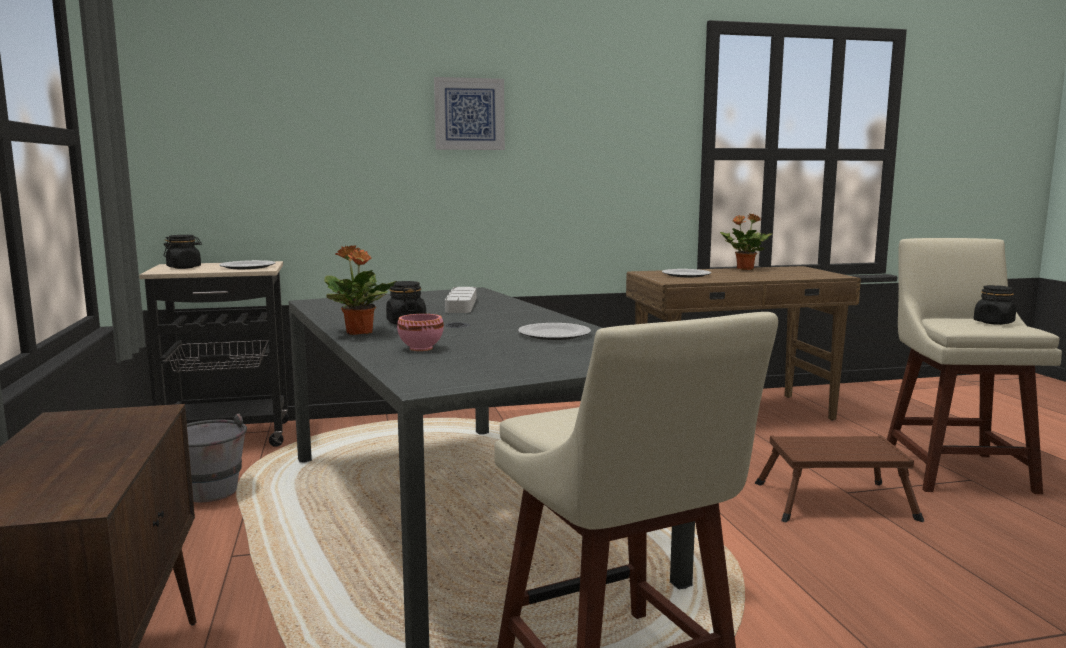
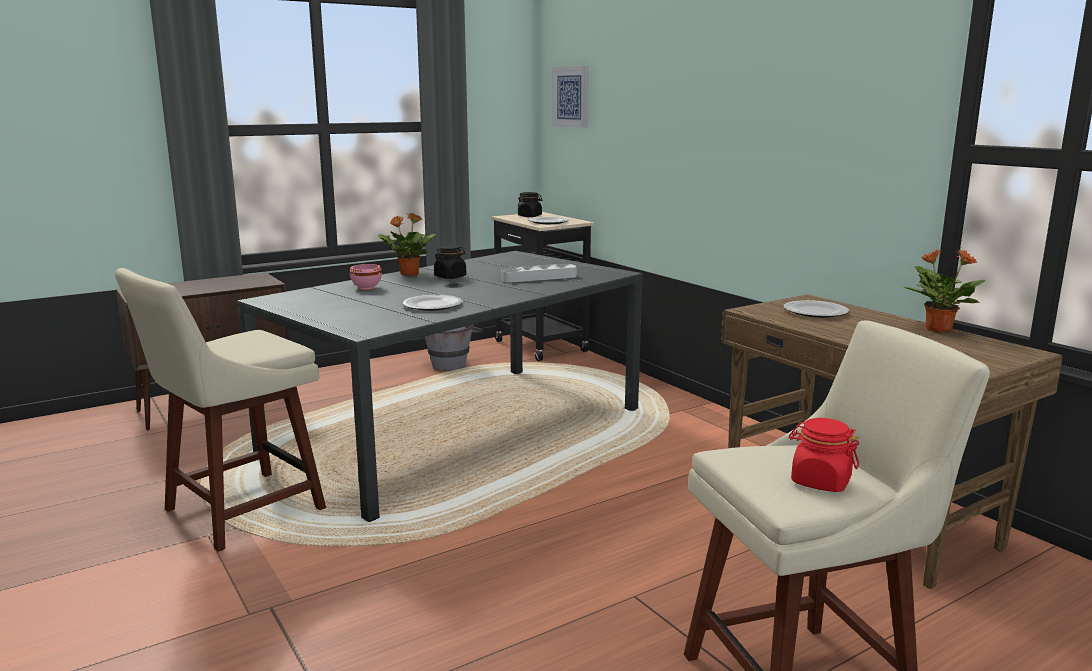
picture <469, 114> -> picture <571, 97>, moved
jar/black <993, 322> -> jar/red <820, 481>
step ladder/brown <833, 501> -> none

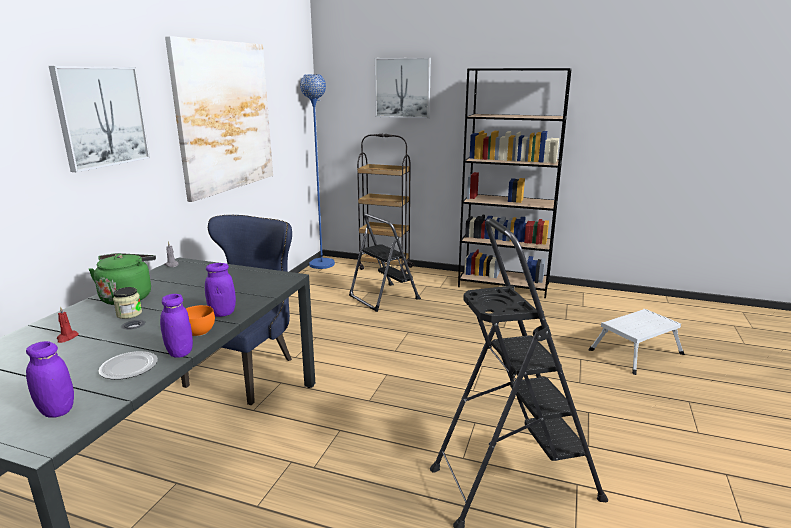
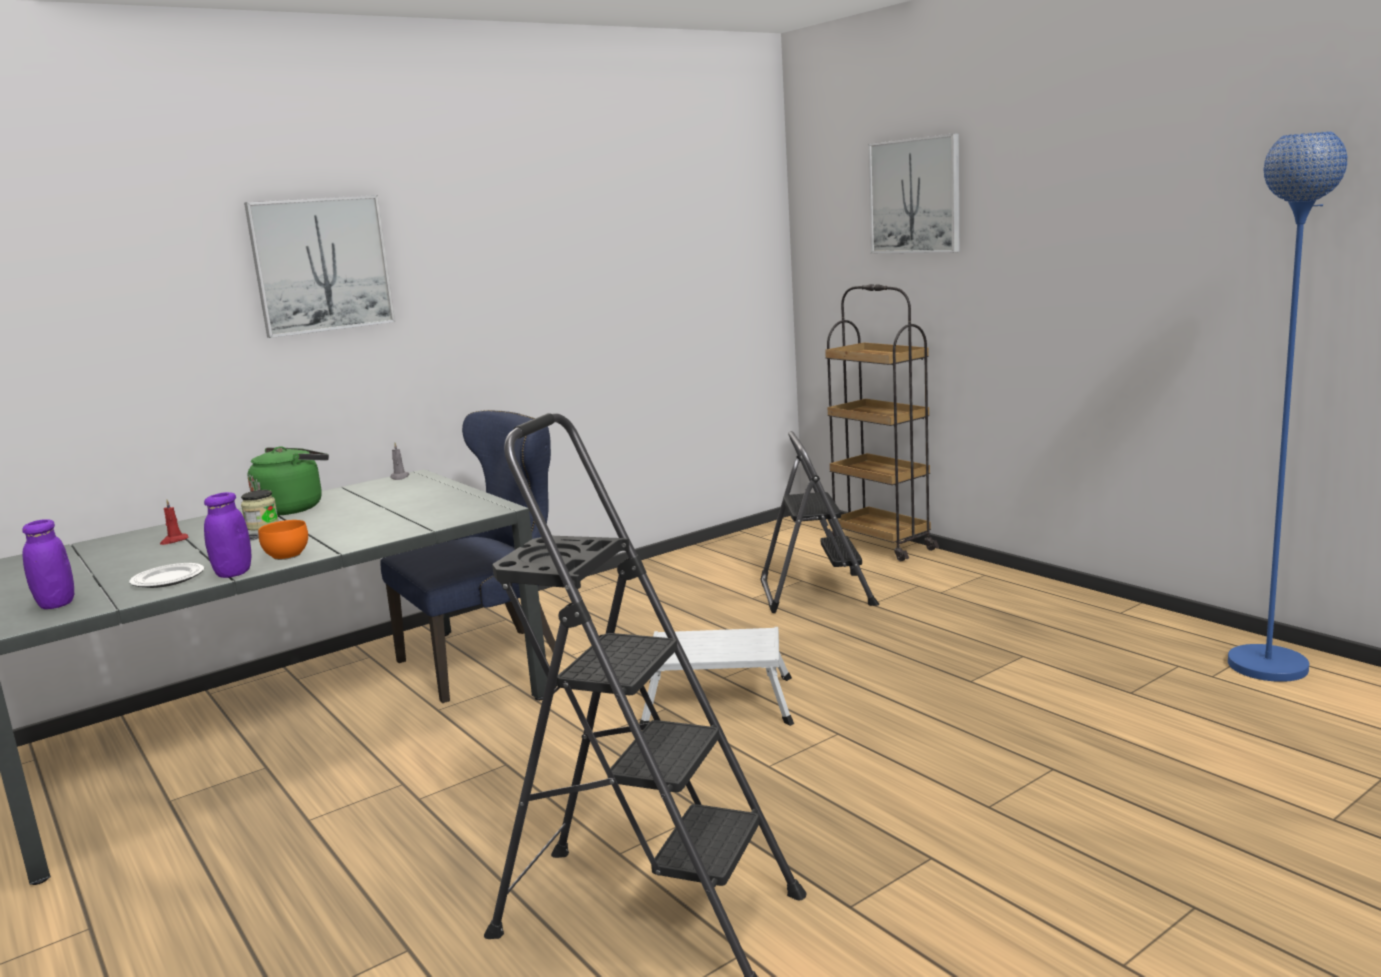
step ladder/white <636, 352> -> step ladder/white <719, 702>, moved
floor lamp/blue <322, 264> -> floor lamp/blue <1267, 666>, moved
picture <225, 117> -> none
jar/purple <222, 313> -> none
bookcase/beige <504, 285> -> none

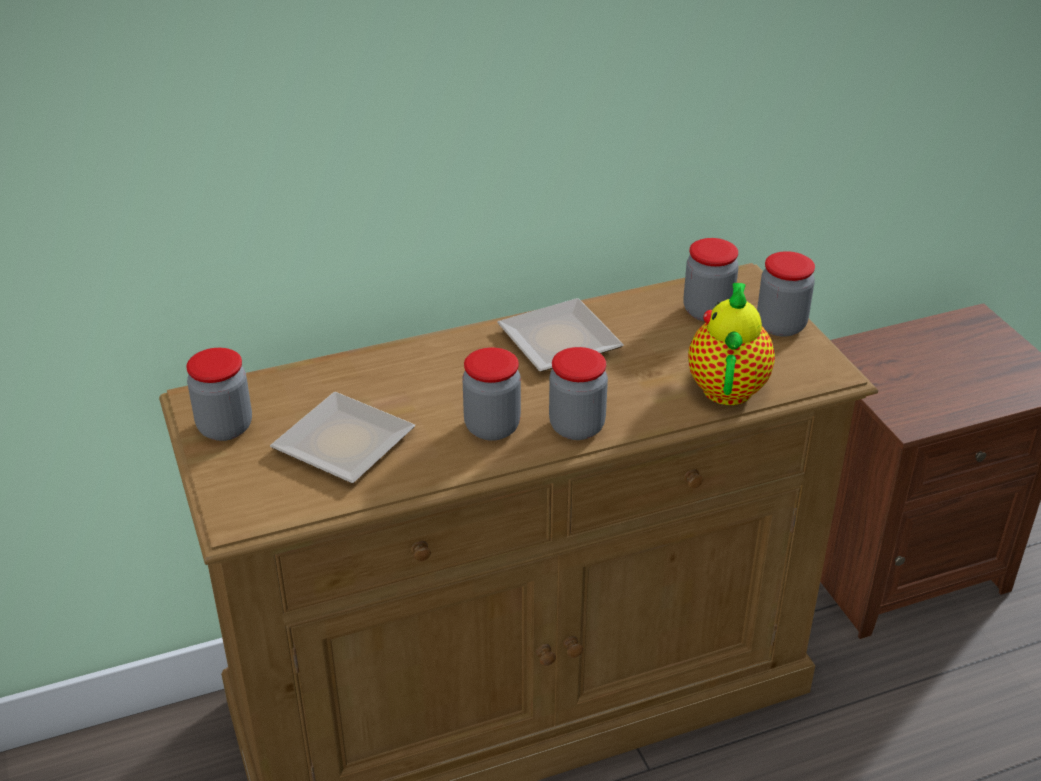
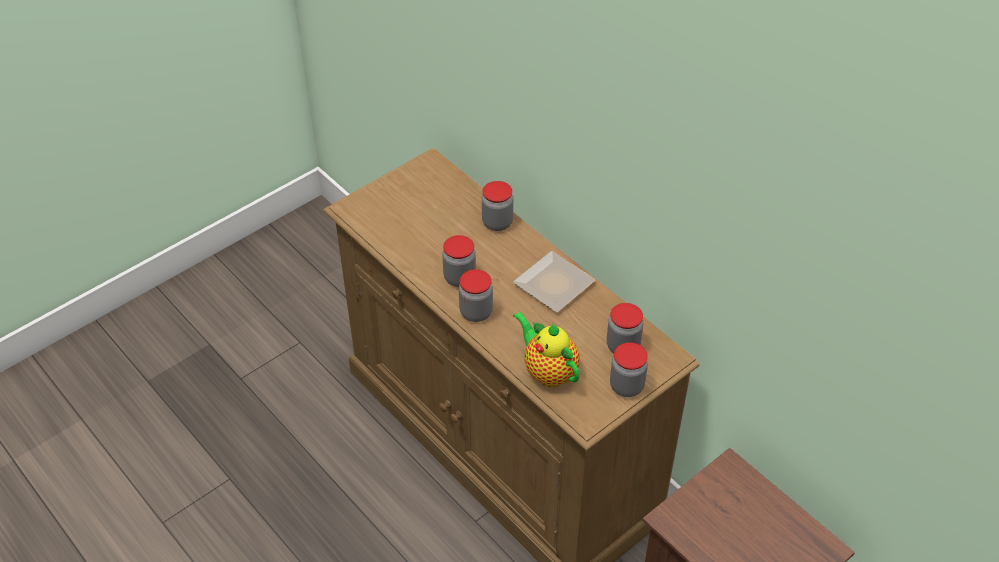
jar <225, 427> -> jar <497, 223>, moved
teapot <727, 385> -> teapot <548, 371>, 120 degrees counterclockwise
plate <343, 440> -> none

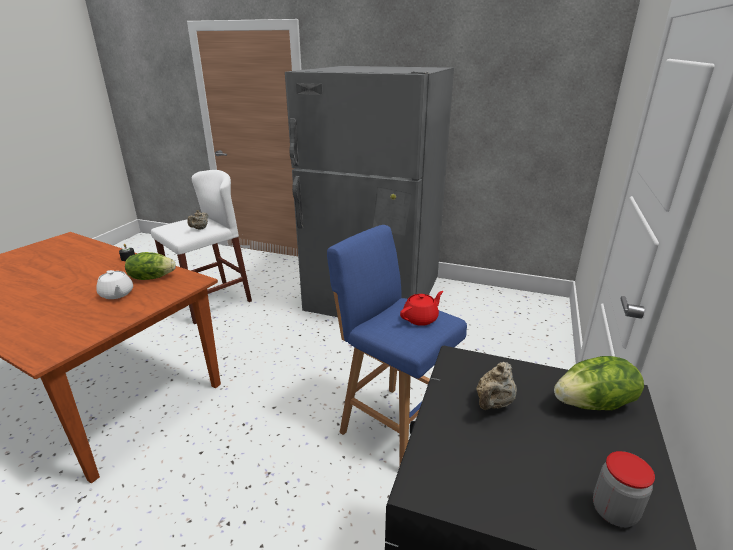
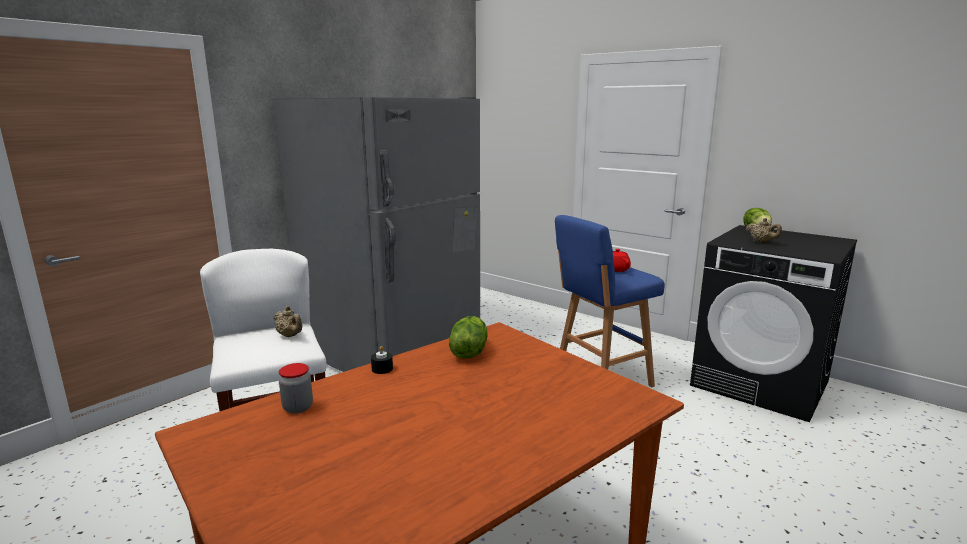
jar <614, 511> -> jar <298, 407>, moved
teapot/white <117, 294> -> none

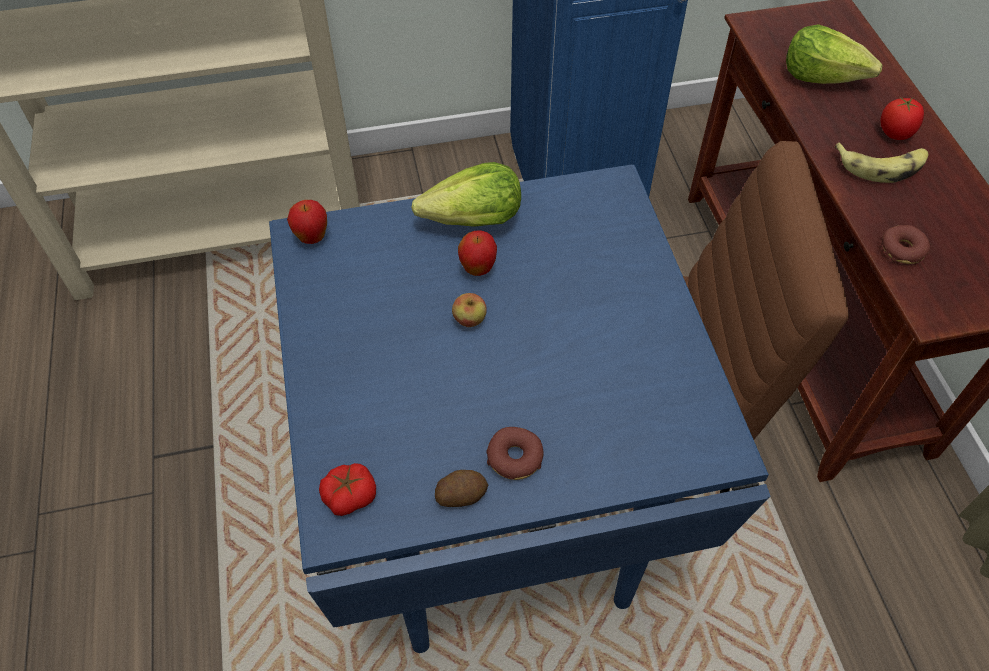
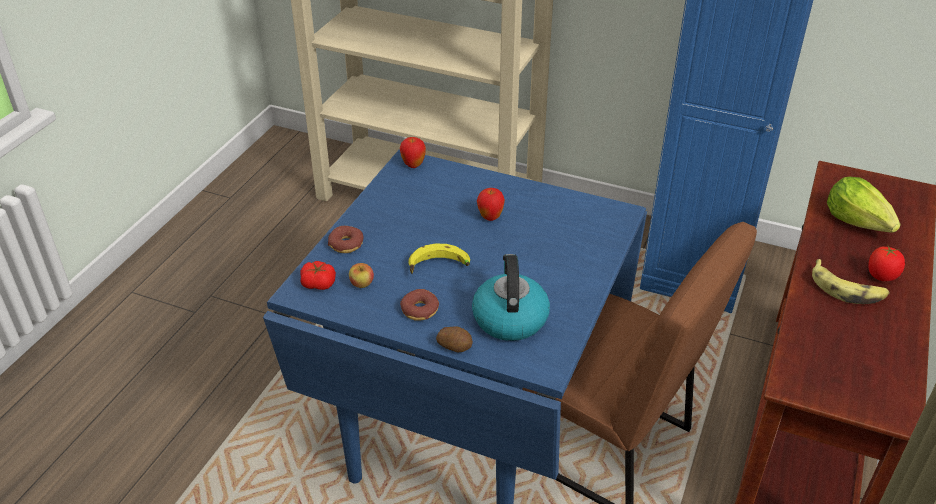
donut <902, 249> -> donut <346, 244>, moved
apple <470, 319> -> apple <362, 284>, moved
none -> banana <439, 267>
potato <461, 494> -> potato <455, 346>, moved
none -> kettle <509, 318>
lettuce <473, 220> -> none

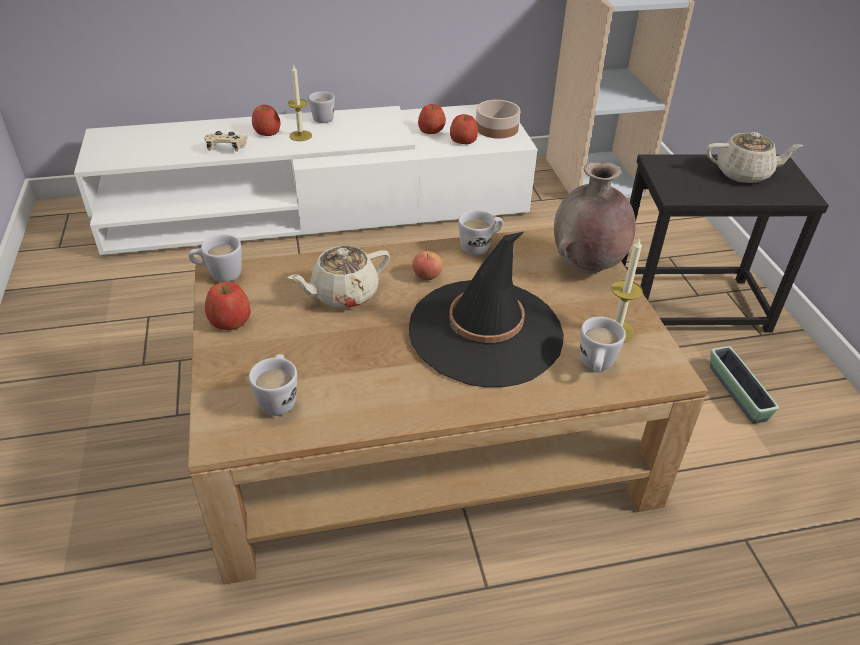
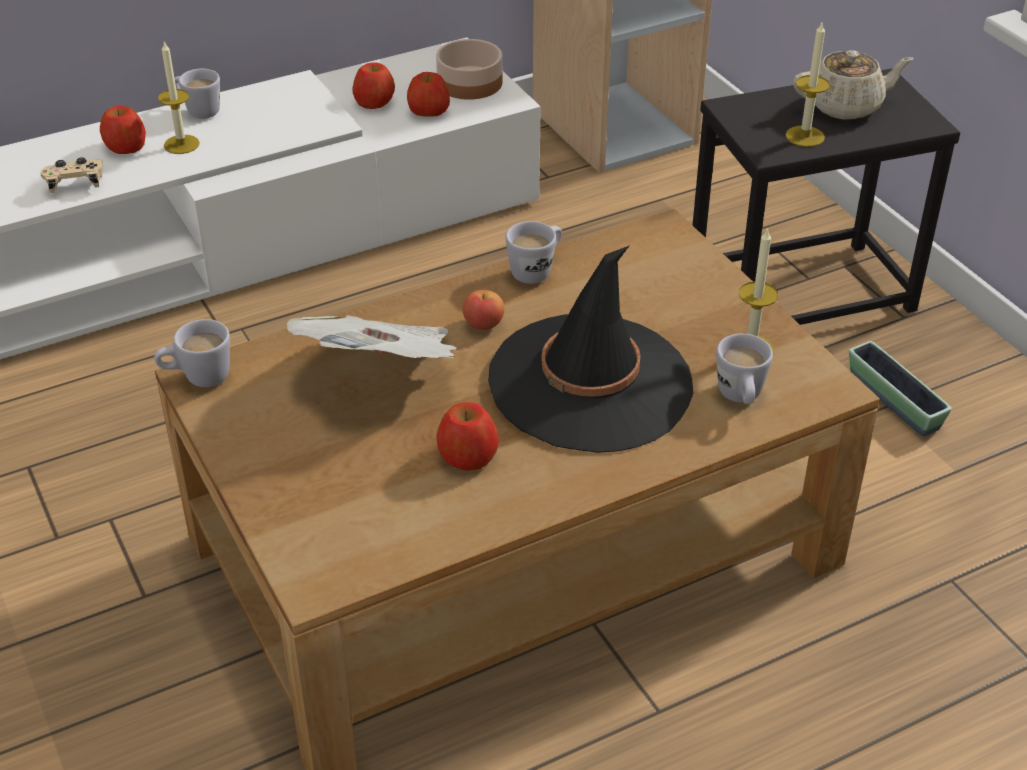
teapot/beige <343, 294> -> newspaper <383, 370>
apple <230, 320> -> apple <468, 455>, moved
none -> candle <805, 136>
mug/white <279, 398> -> none
vase/brown <586, 266> -> none

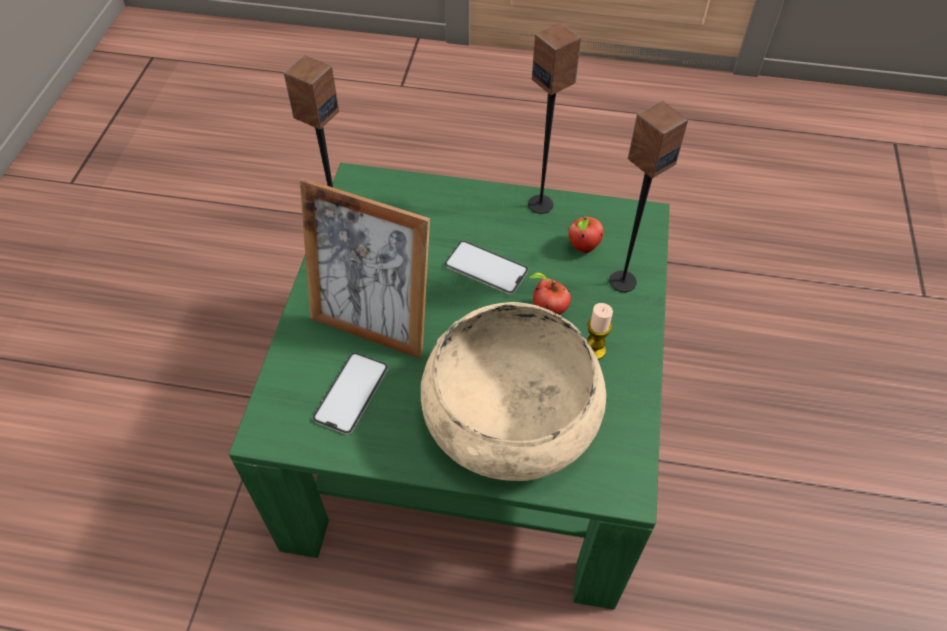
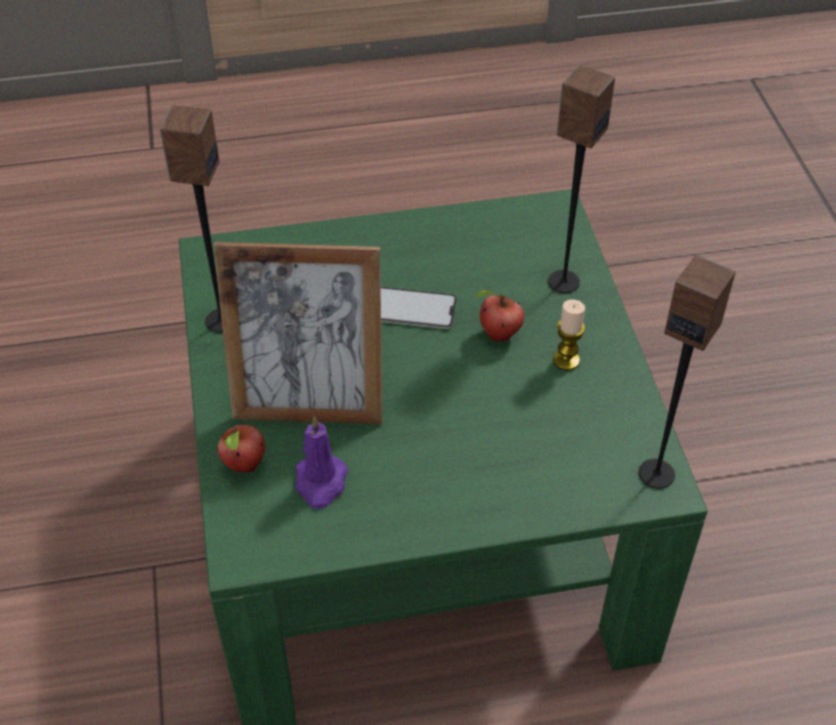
apple <583, 248> -> apple <245, 466>, moved
phone <351, 393> -> candle/purple <320, 483>
speaker <541, 204> -> speaker <657, 473>, moved
bowl/beige <510, 414> -> none

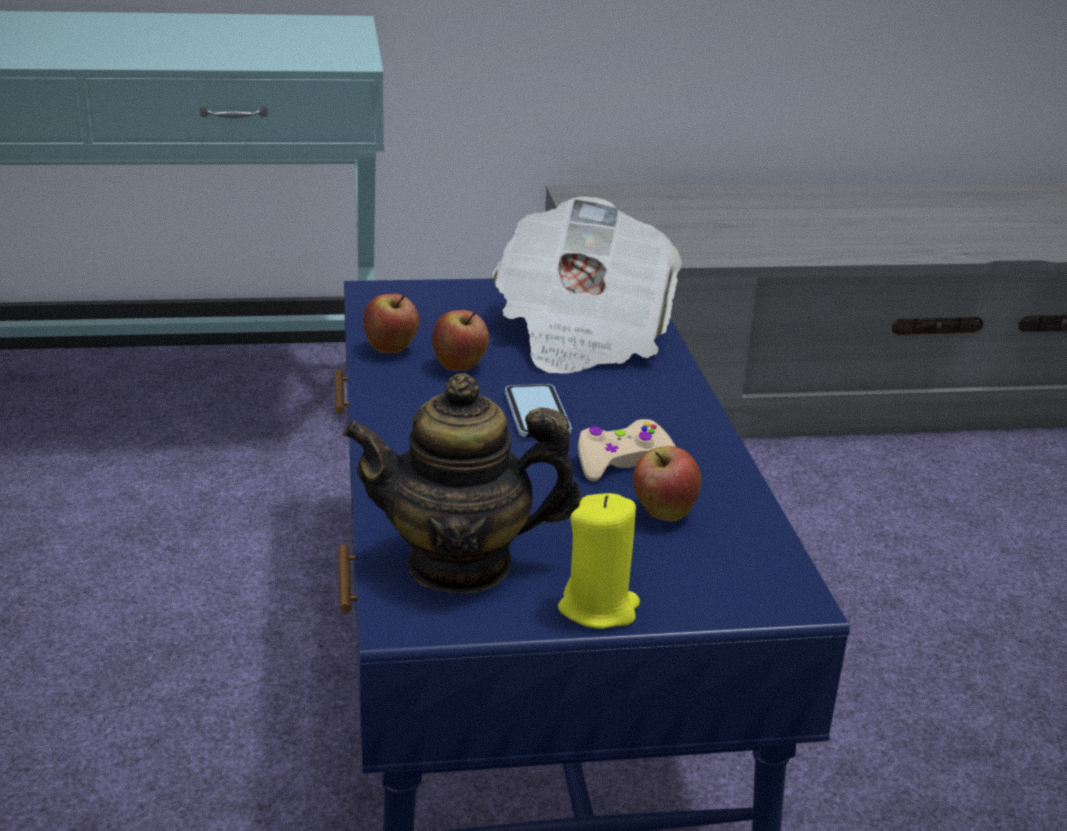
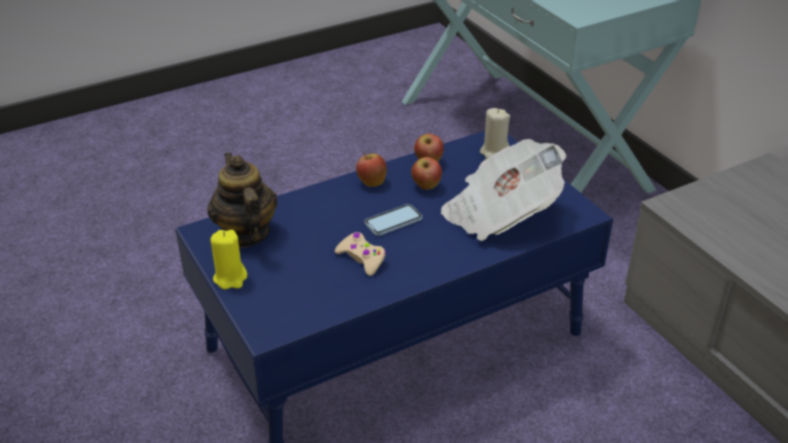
apple <663, 514> -> apple <371, 182>, moved
none -> candle/beige <494, 152>

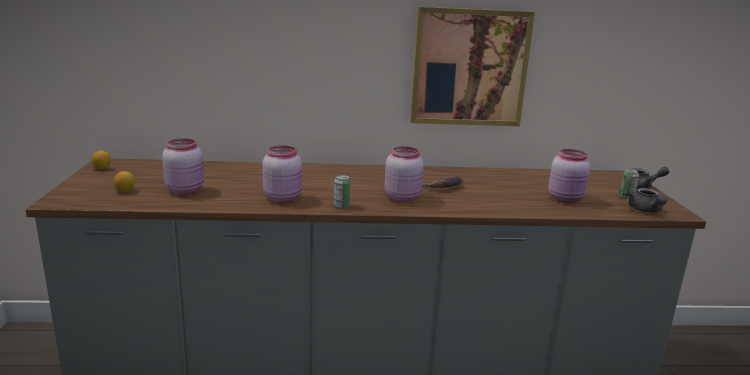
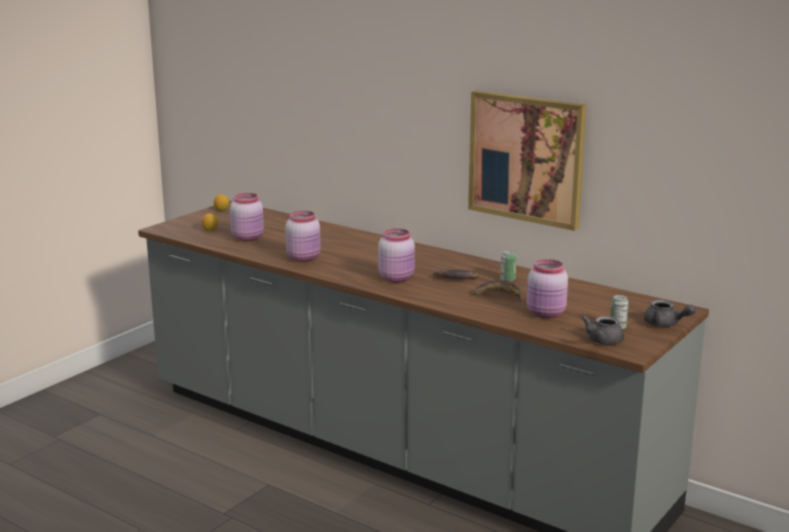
none -> banana <498, 295>
can <341, 206> -> can <507, 279>, moved

